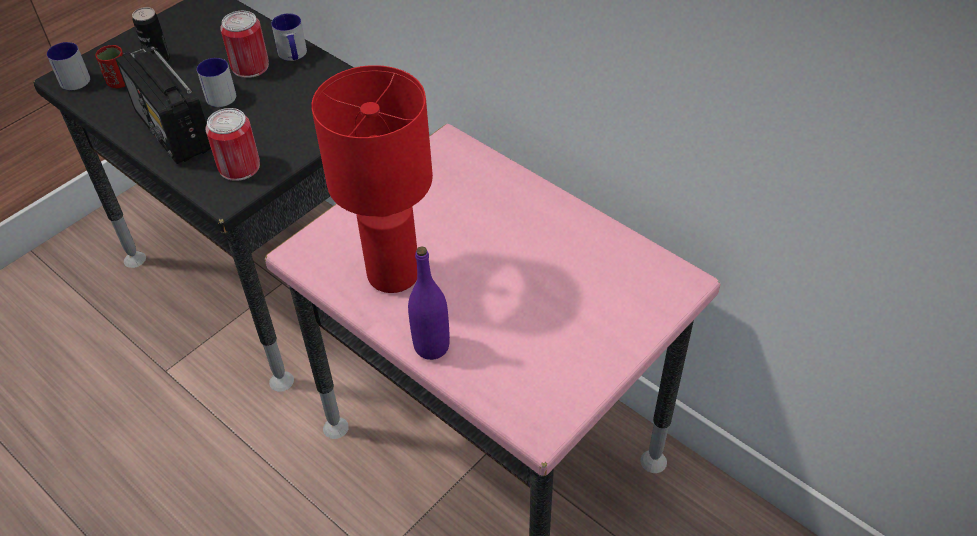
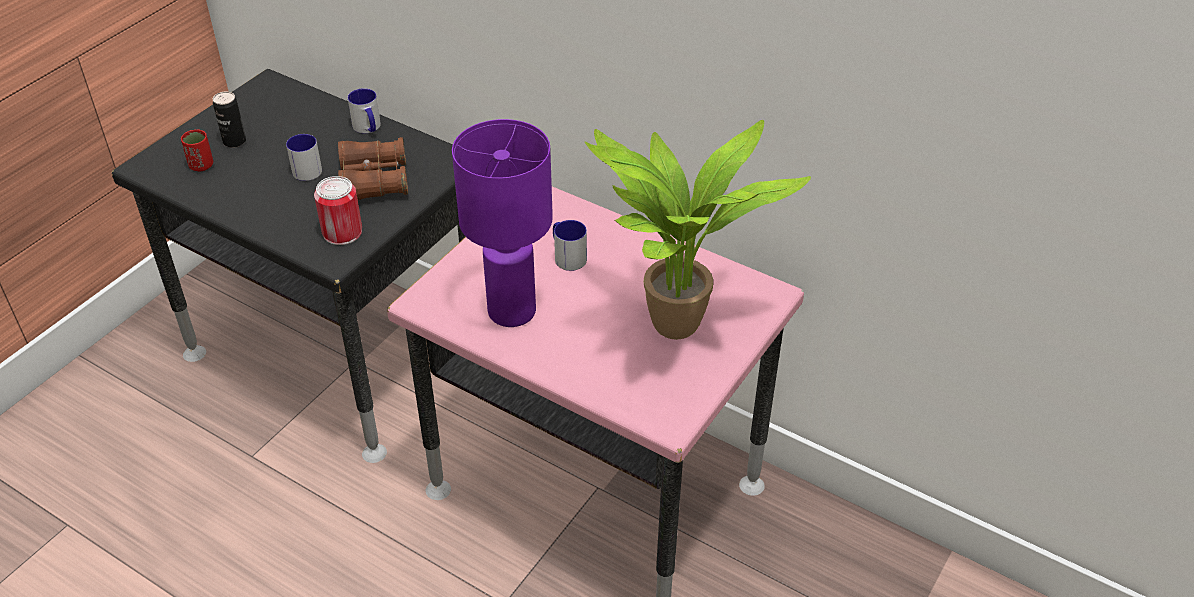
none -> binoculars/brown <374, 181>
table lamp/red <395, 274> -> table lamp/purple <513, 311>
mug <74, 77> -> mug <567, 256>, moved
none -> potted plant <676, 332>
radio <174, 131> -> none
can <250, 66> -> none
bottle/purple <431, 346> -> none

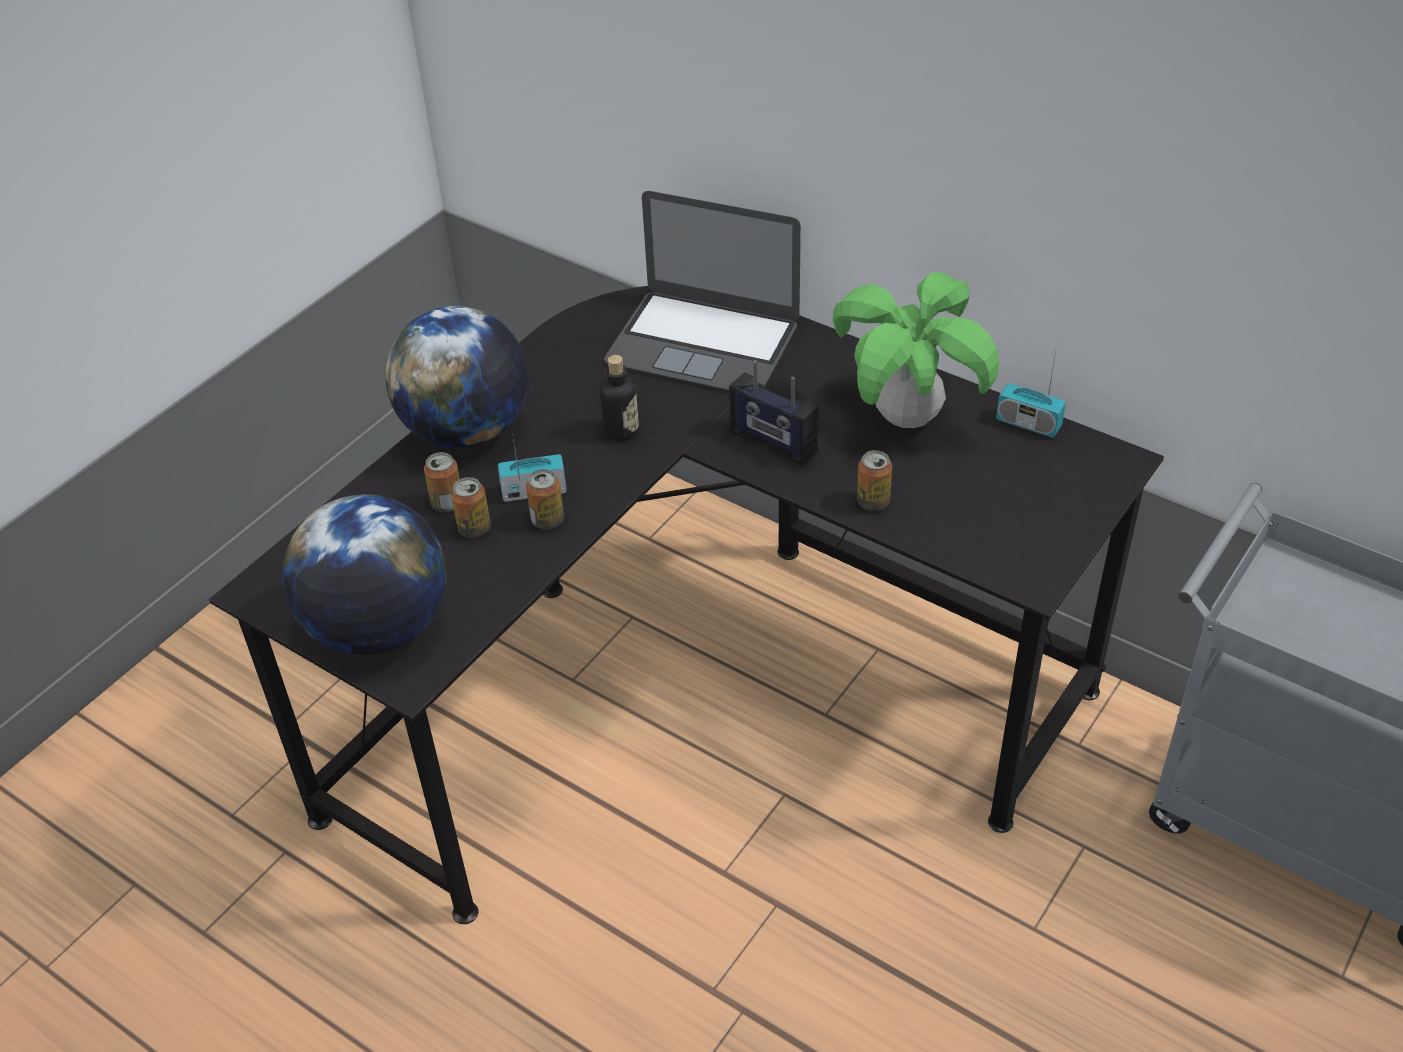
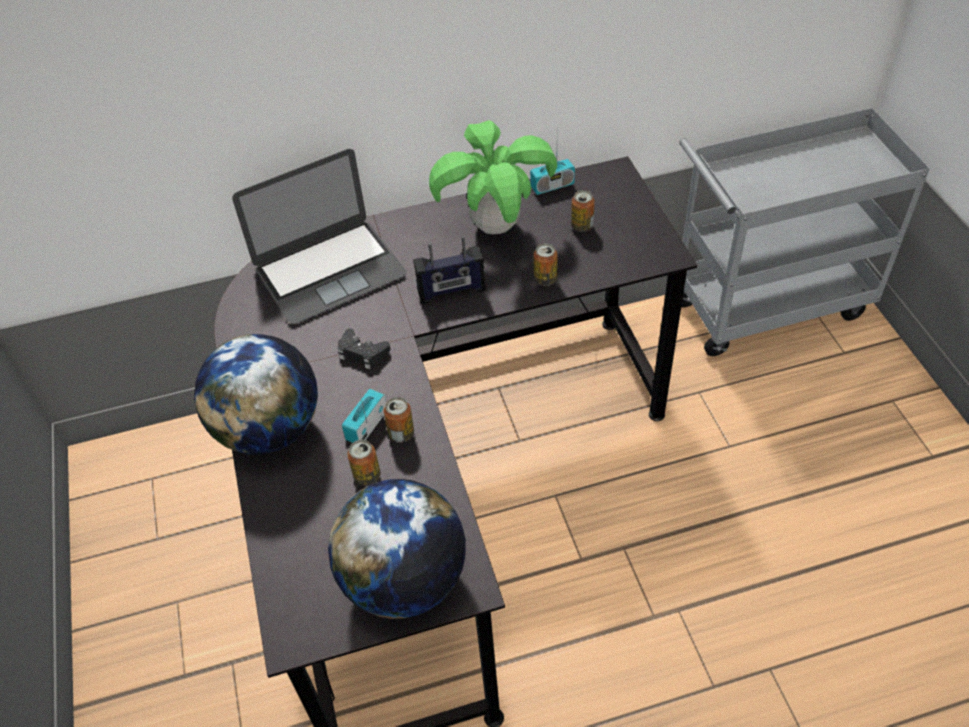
bottle <621, 431> -> game controller/black <362, 353>
can <447, 503> -> can <582, 226>, moved

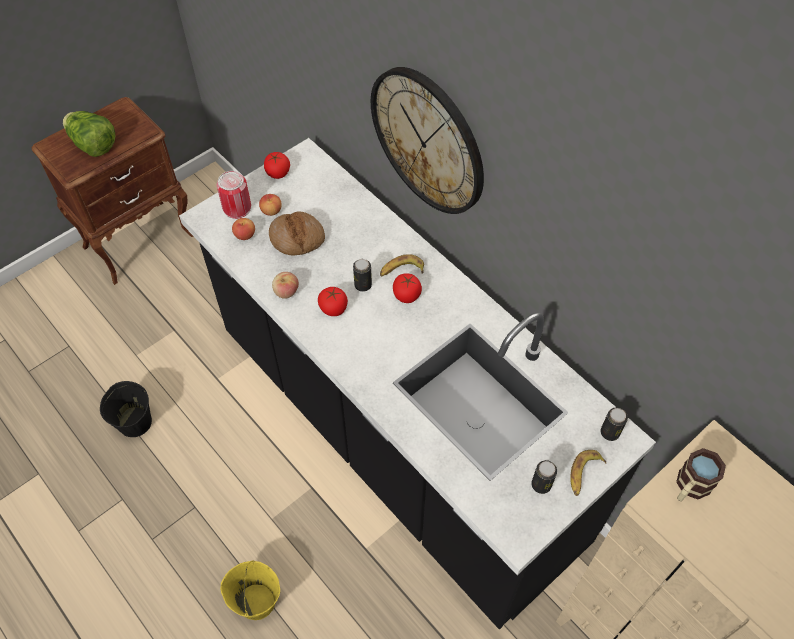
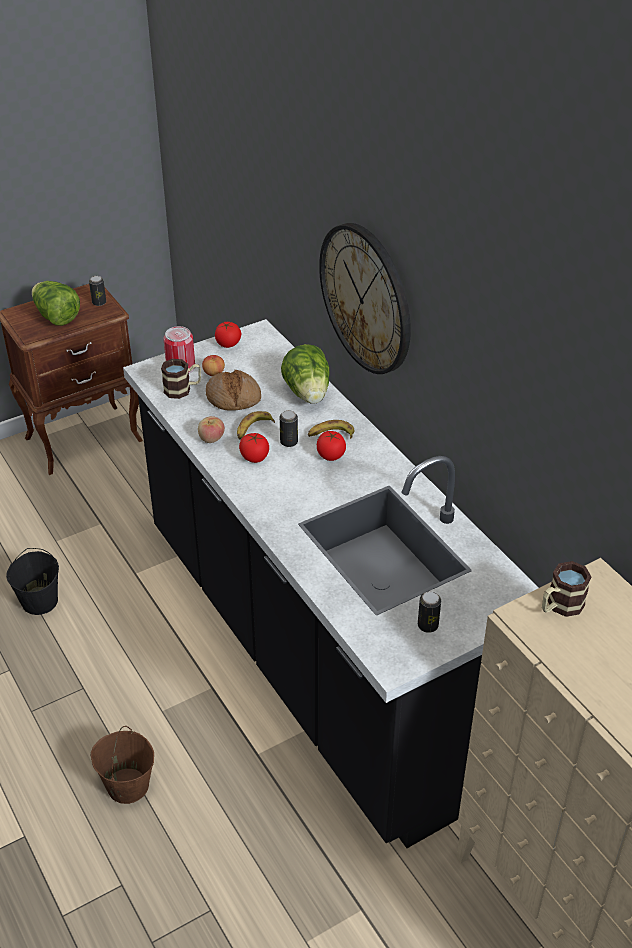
can <609, 432> -> can <99, 302>, moved
bucket/yellow <256, 601> -> bucket/brown <127, 786>
apple <245, 235> -> mug <183, 389>
banana <583, 474> -> banana <253, 429>, moved
none -> lettuce <308, 393>

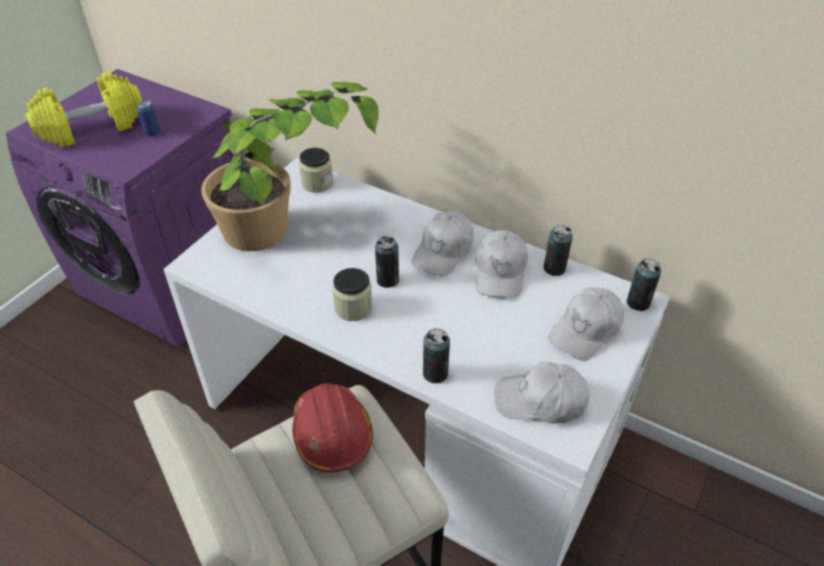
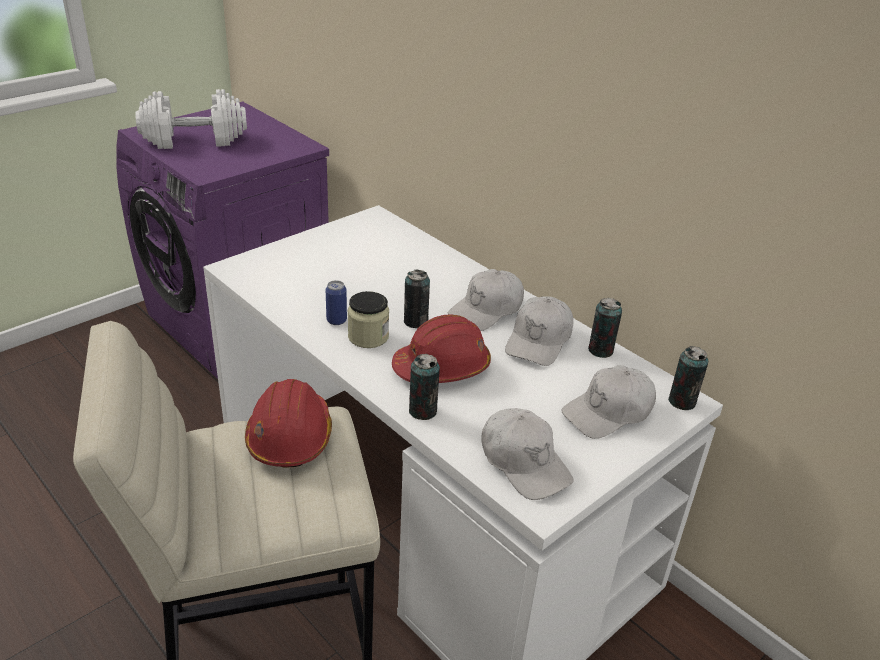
dumbbell/yellow <92, 127> -> dumbbell/white <195, 139>
can <152, 132> -> can <336, 320>, moved
none -> hard hat/red <442, 367>
cap/white <540, 401> -> cap/white <524, 463>, 150 degrees counterclockwise
potted plant <289, 232> -> none
jar <317, 183> -> none

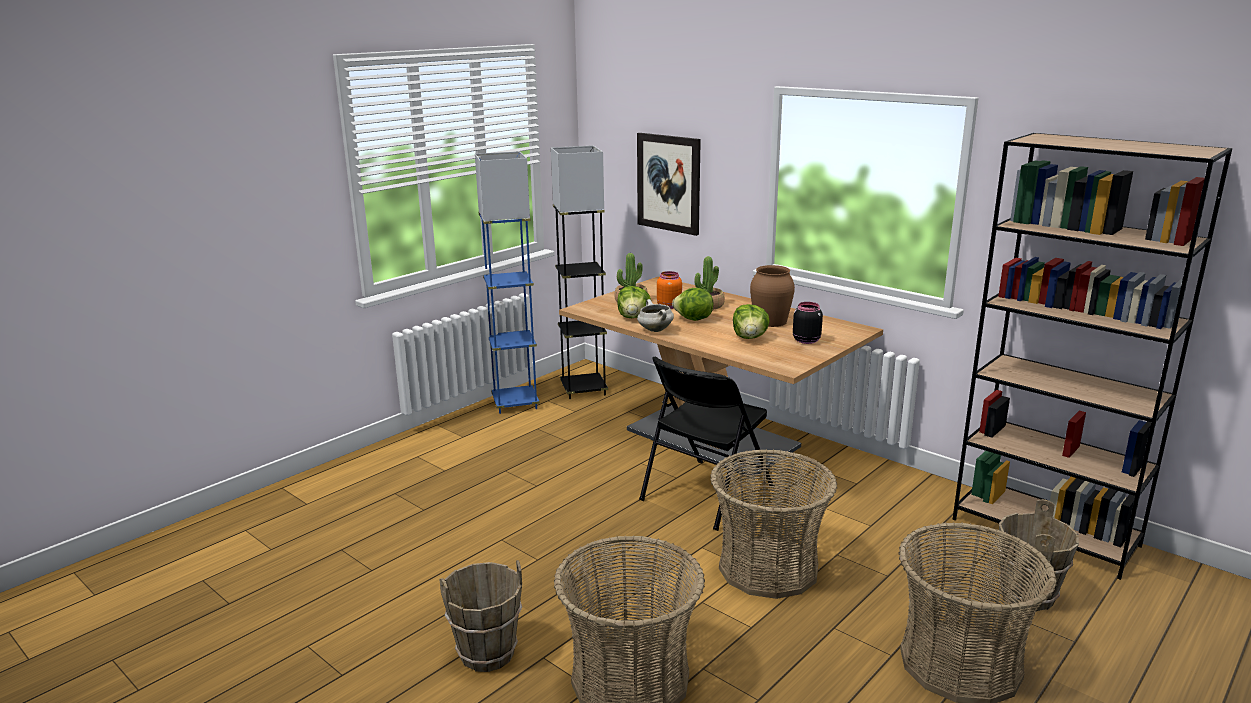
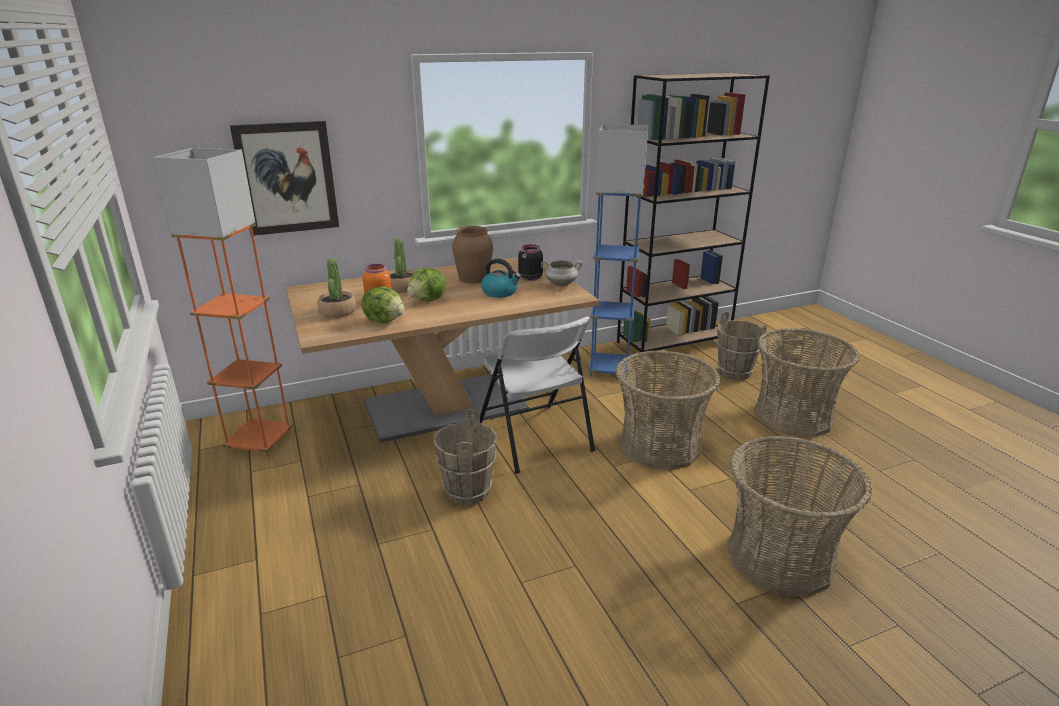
floor lamp/grey <583, 390> -> floor lamp/orange <260, 442>
bucket/brown <487, 653> -> bucket/brown <467, 492>, moved
chair/black <706, 493> -> chair/white <534, 437>
lettuce <750, 338> -> kettle <500, 292>
cooking pot/white <654, 330> -> cooking pot/white <560, 285>, moved
floor lamp/blue <515, 403> -> floor lamp/blue <609, 369>, moved

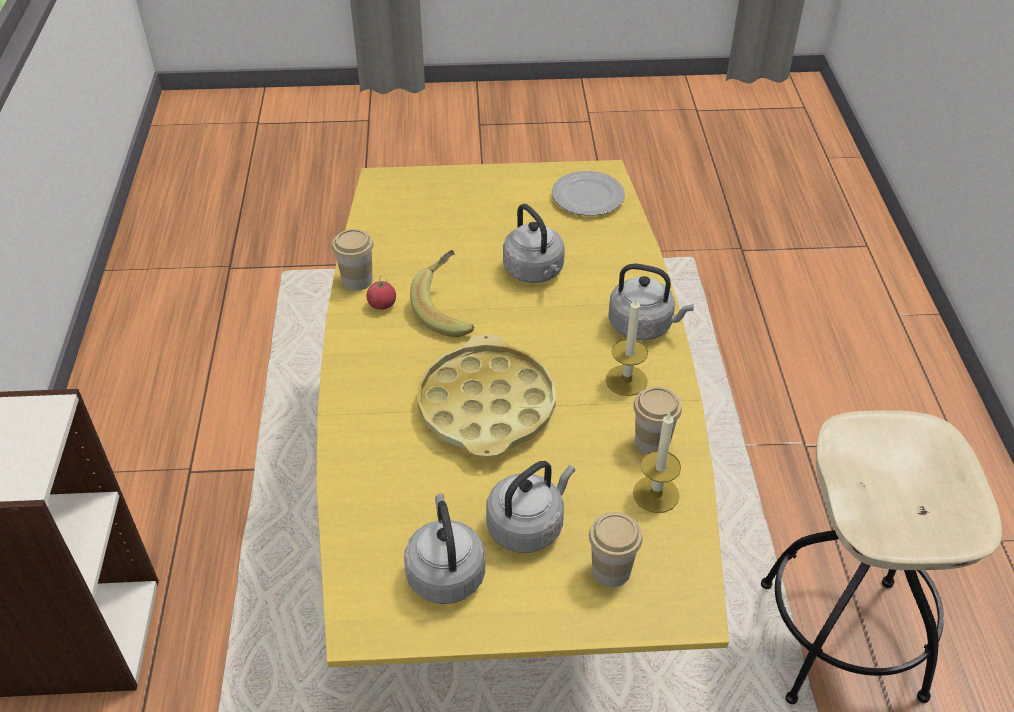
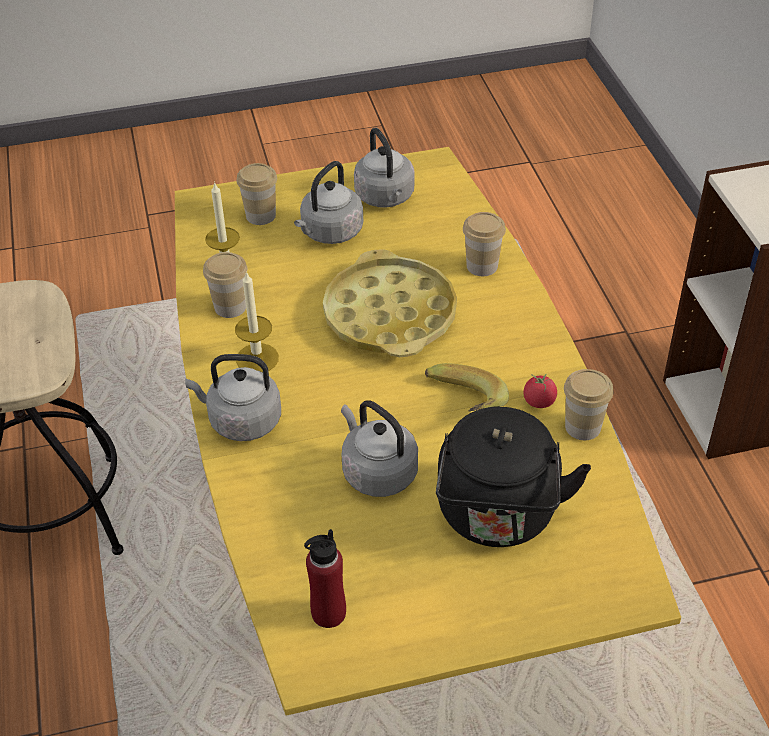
plate <588, 196> -> bottle/red <328, 613>
none -> kettle/black <498, 517>
none -> cup <482, 266>

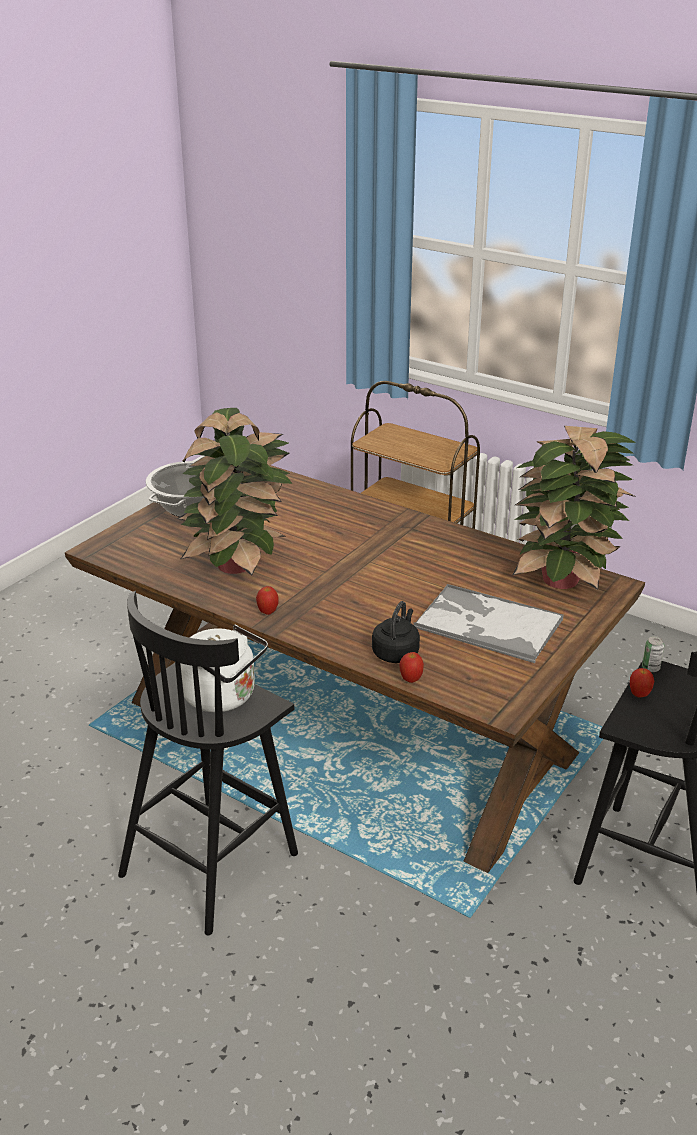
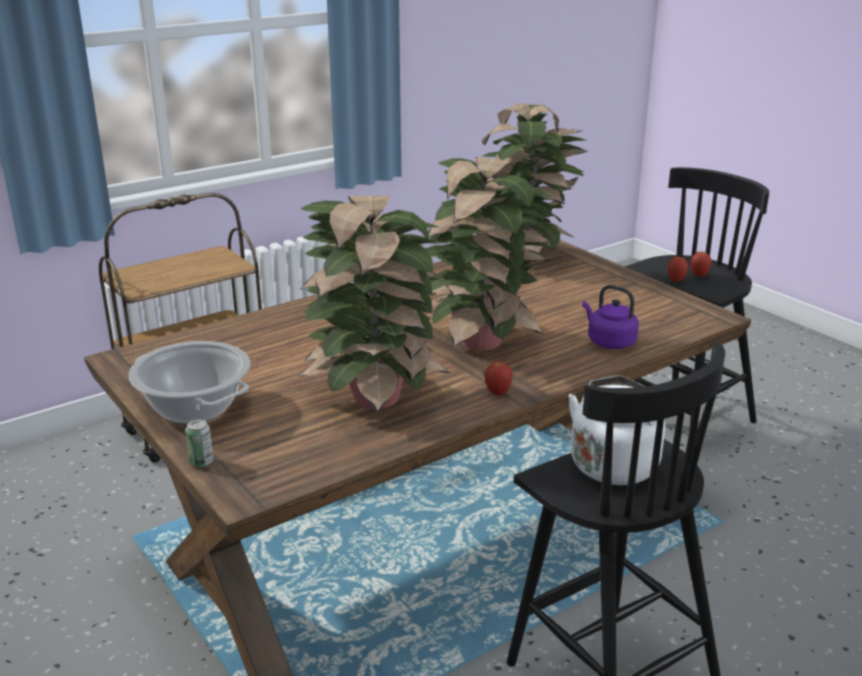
can <650, 668> -> can <201, 462>, moved
none -> potted plant <482, 339>
kettle/black <396, 652> -> kettle/purple <609, 342>
apple <411, 680> -> apple <699, 275>, moved
tray <487, 624> -> none

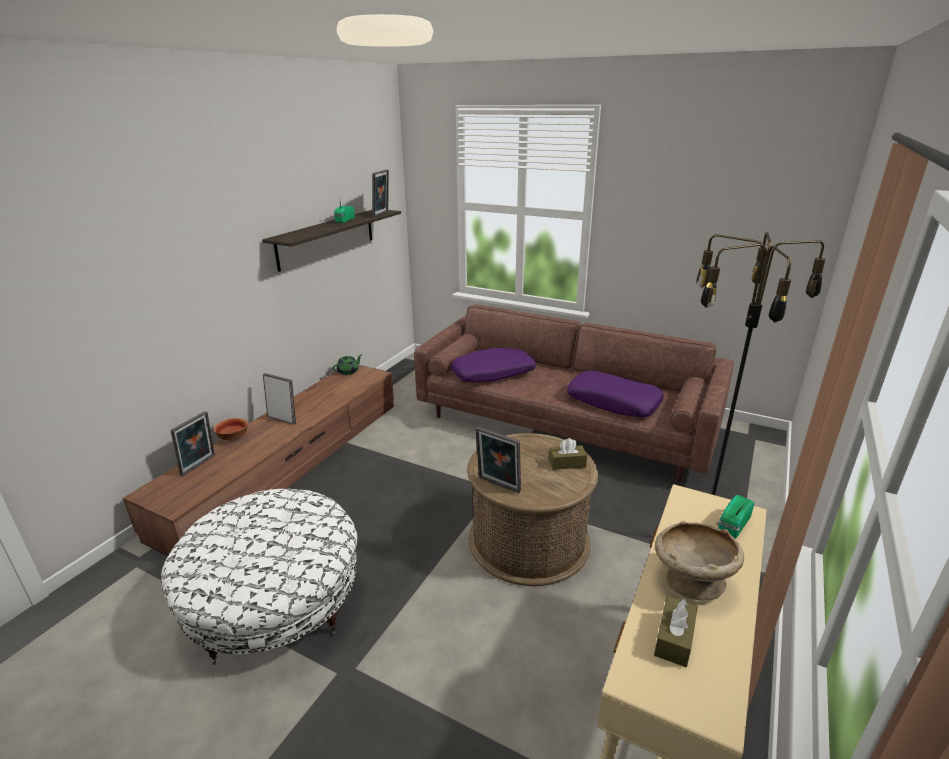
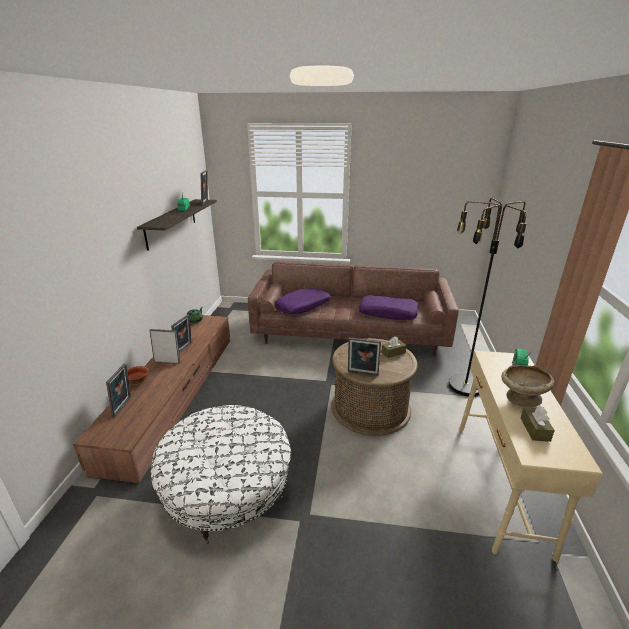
none -> picture frame <184, 349>

